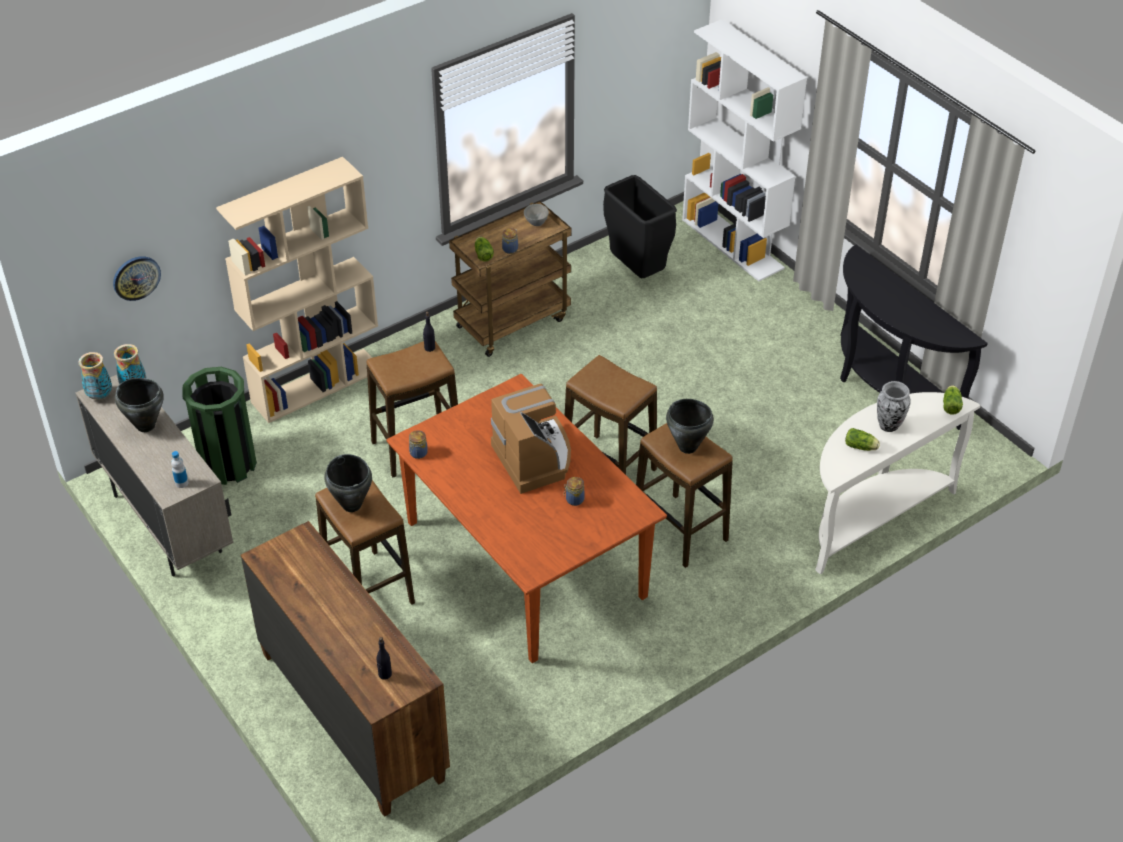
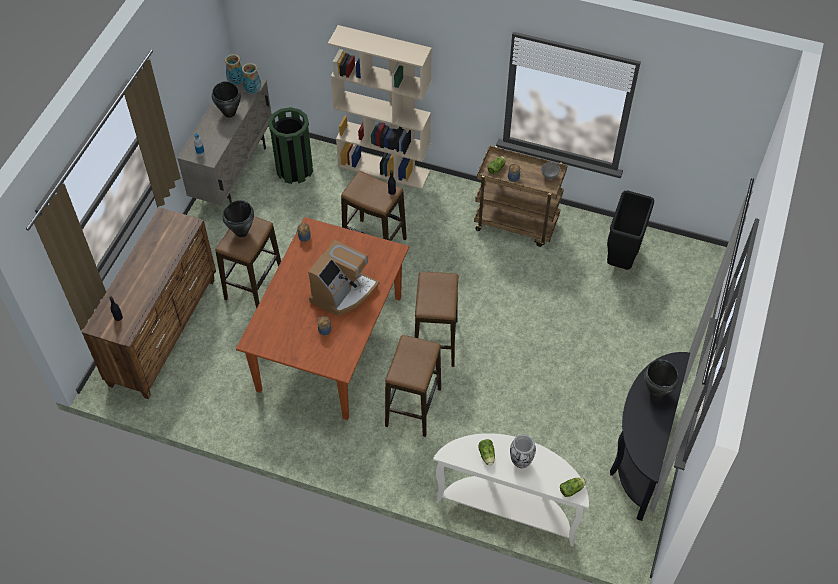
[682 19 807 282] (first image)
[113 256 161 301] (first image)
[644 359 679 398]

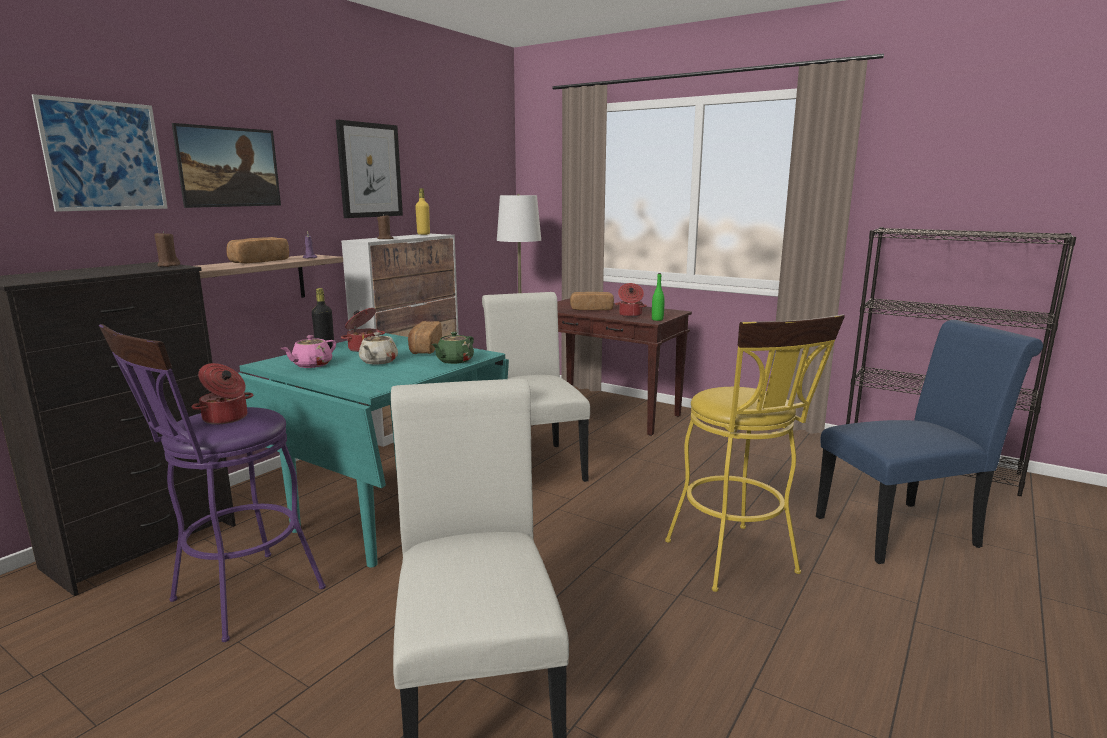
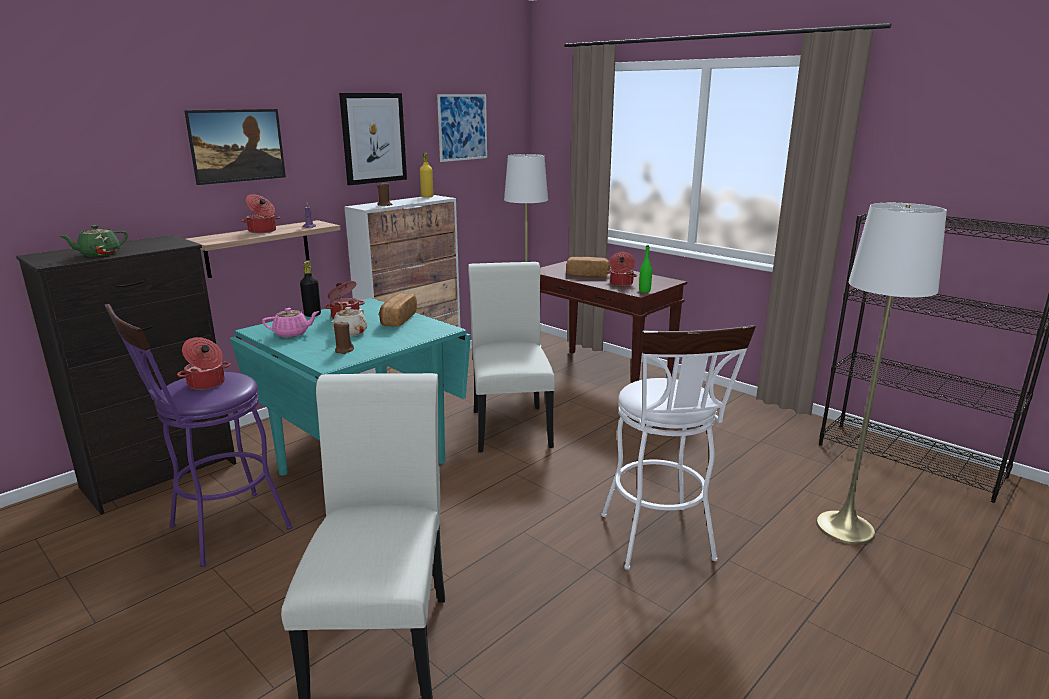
[437 94 487 162]
[334 321 354 354]
[241 194 280 233]
[601 325 756 570]
[816 203 947 545]
[60 225 128 257]
[262 308 320 337]

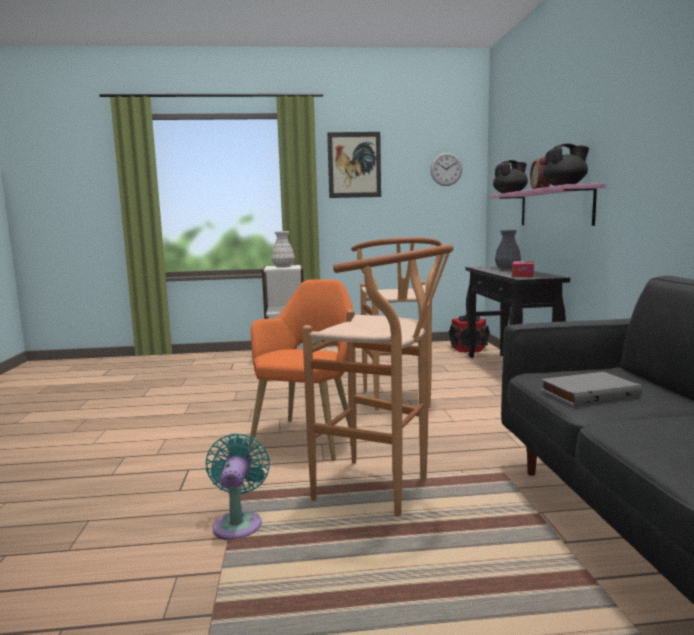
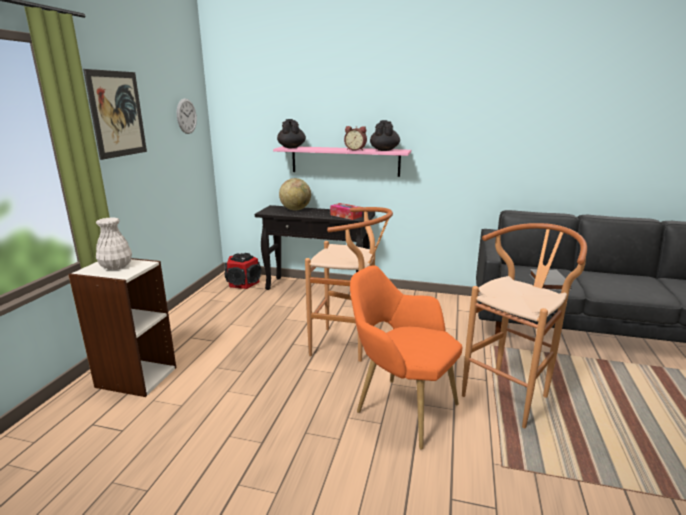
[279 178 311 211]
[206 433 270 540] (first image)

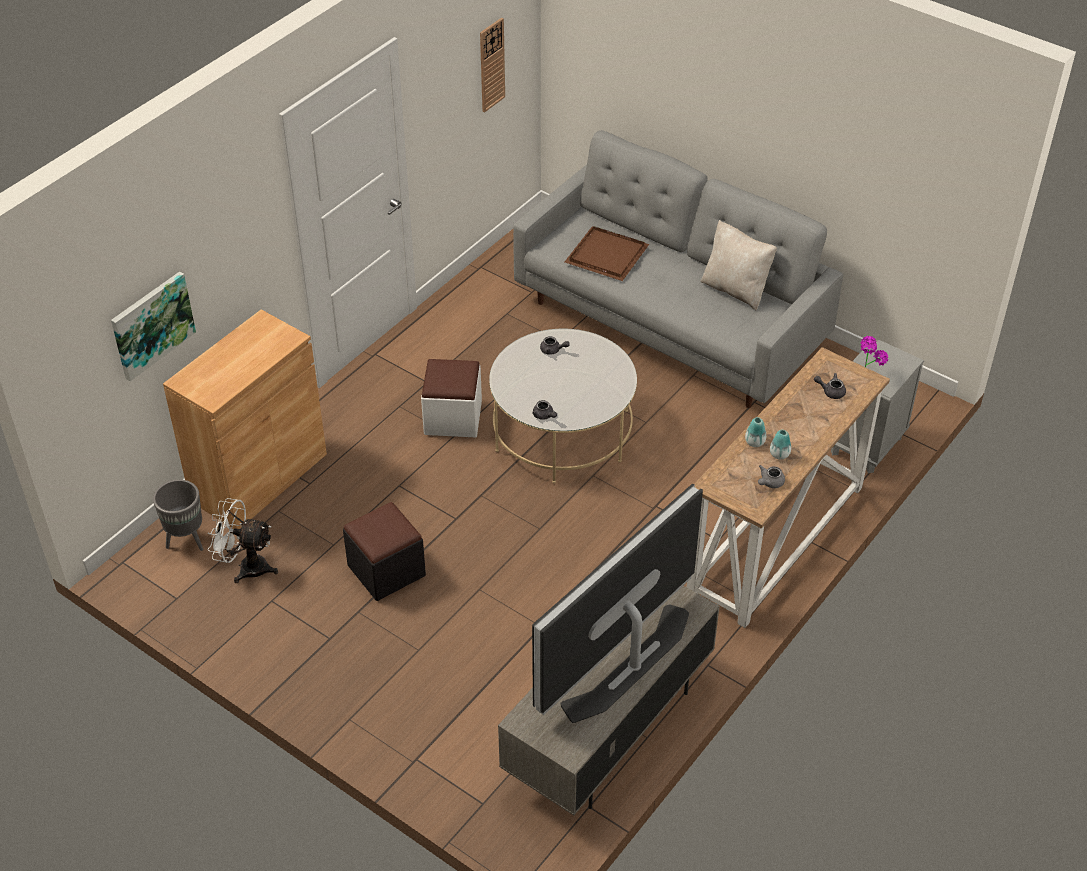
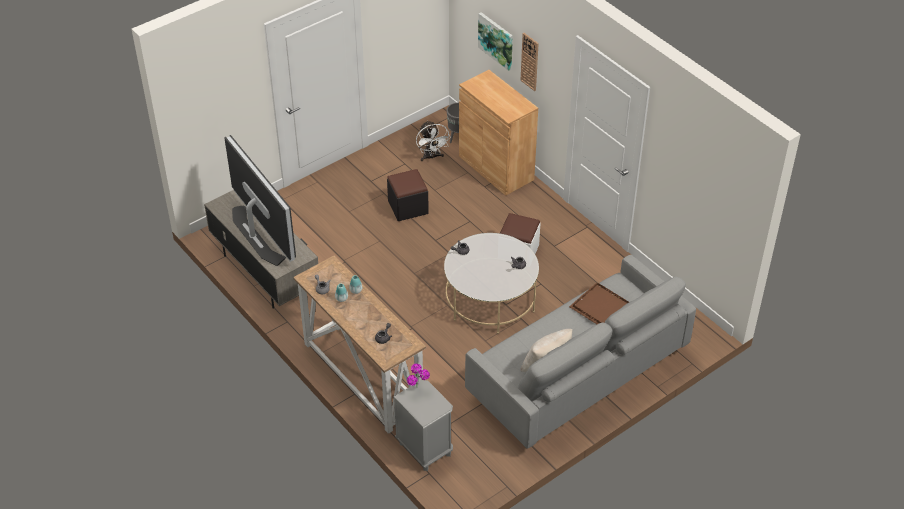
[520 33 539 91]
[416 120 451 161]

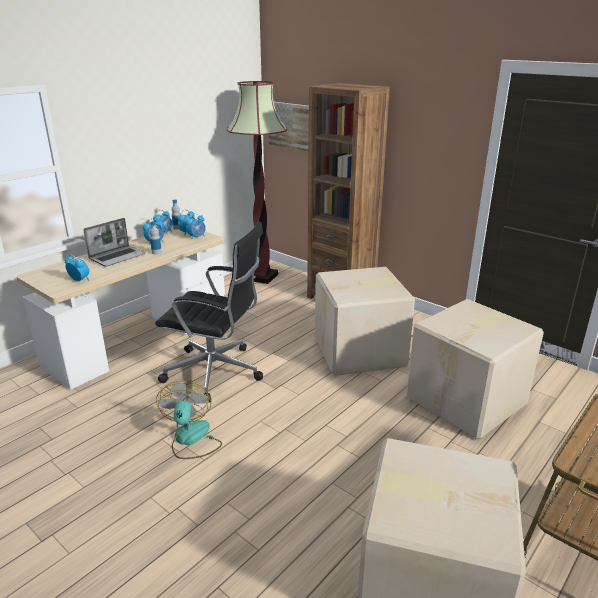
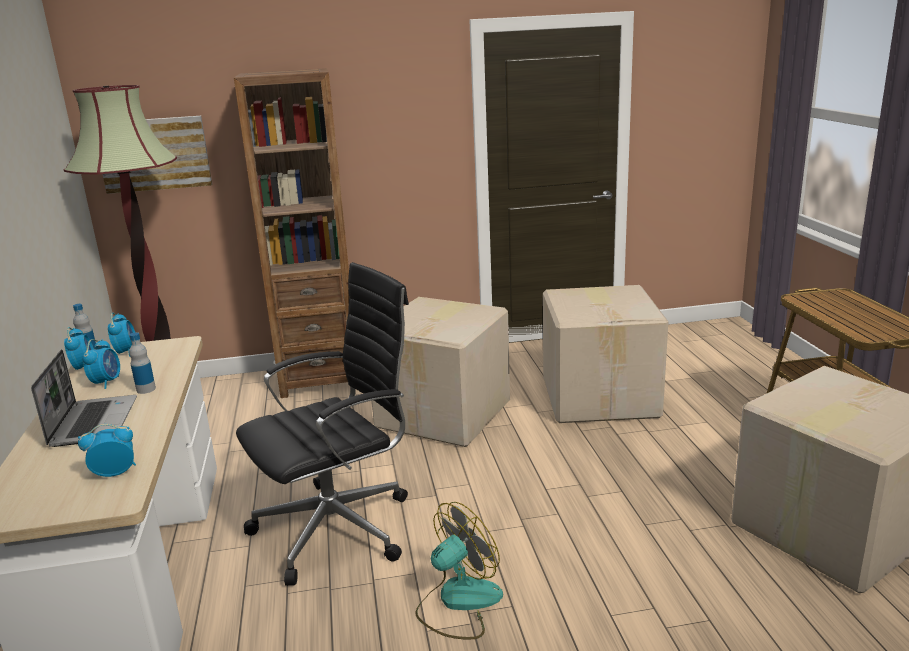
[185 213 206 240] (first image)
[415 502 503 640]

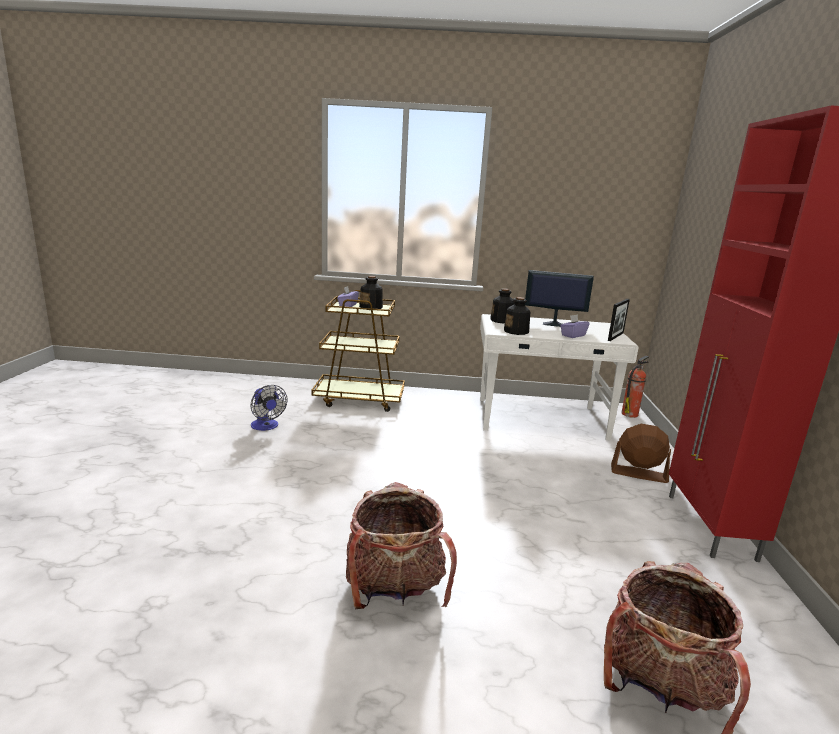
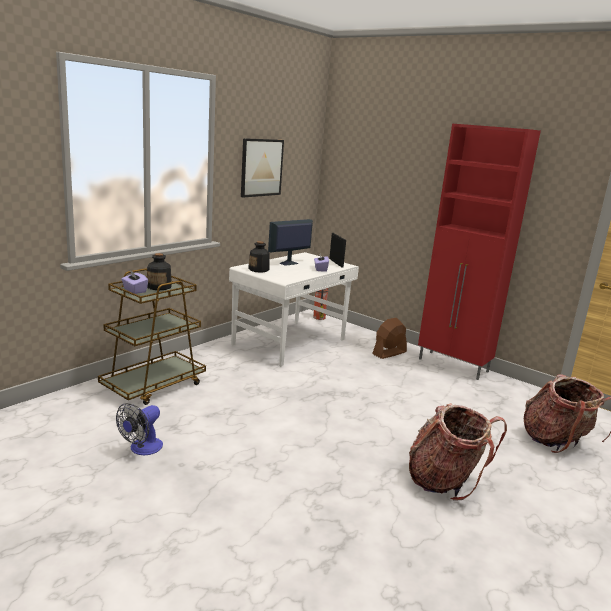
[504 297 530 335] (first image)
[116 403 163 455]
[241 138 284 197]

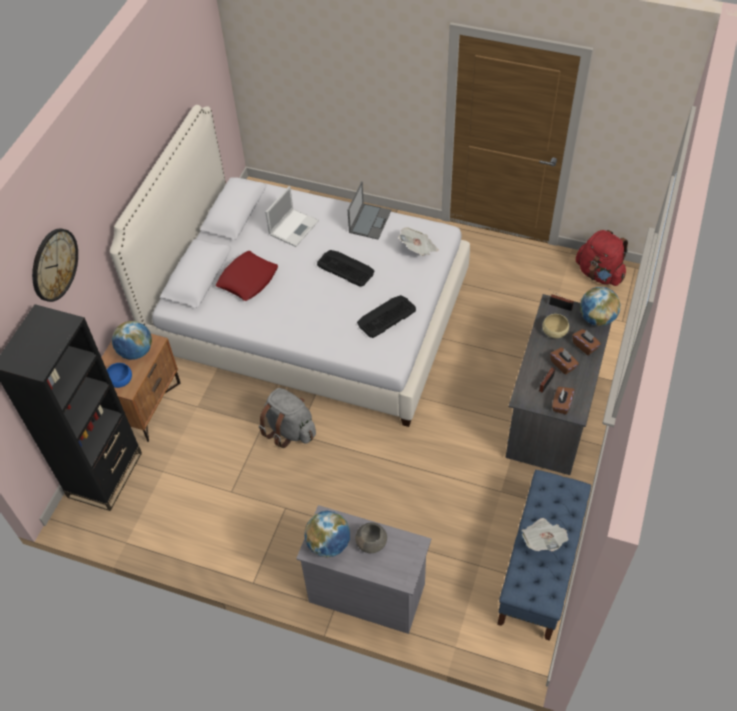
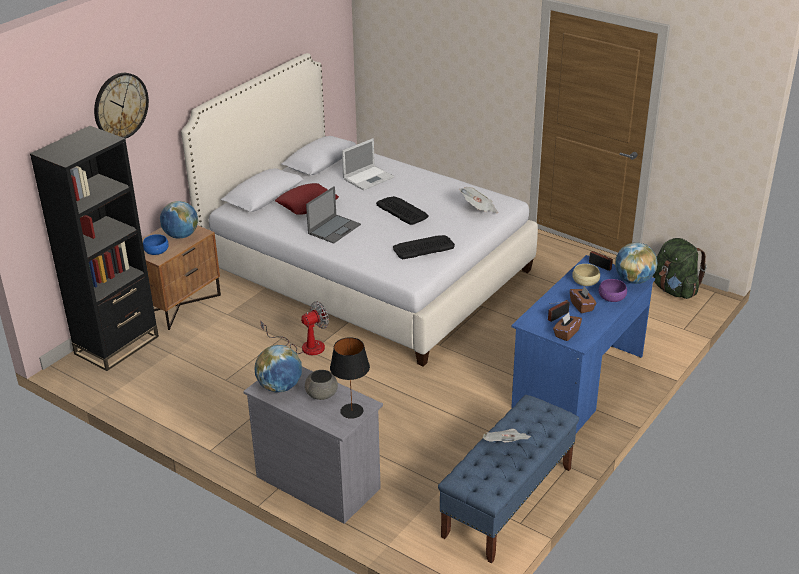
[306 186 361 244]
[653 238 707 299]
[511 255 655 433]
[599 279 627 302]
[260 301 329 355]
[330 337 370 419]

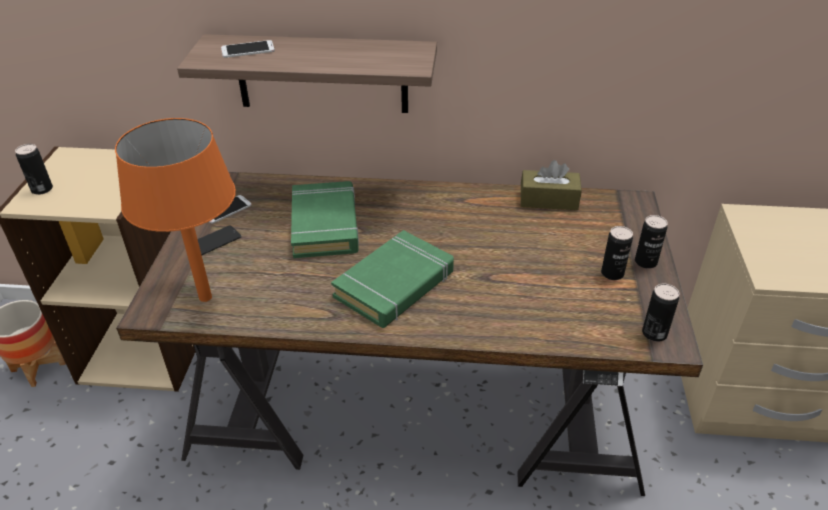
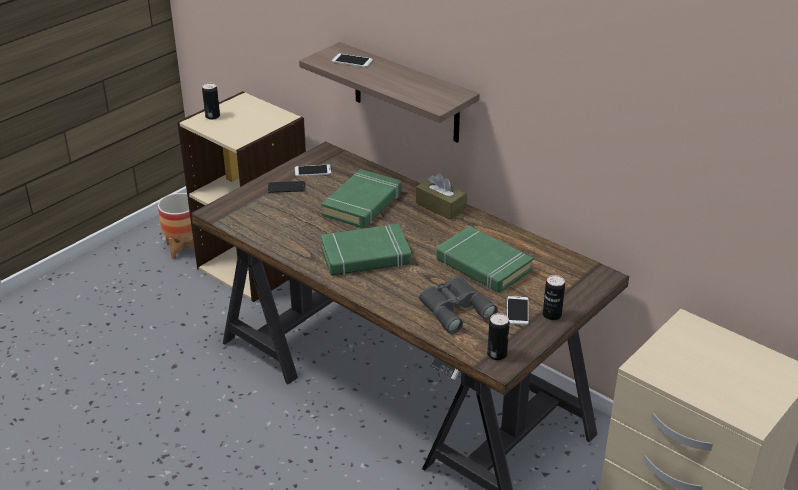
[115 118 236 302] (first image)
[416 173 467 220]
[507 296 529 325]
[436 226 533 293]
[419 277 498 334]

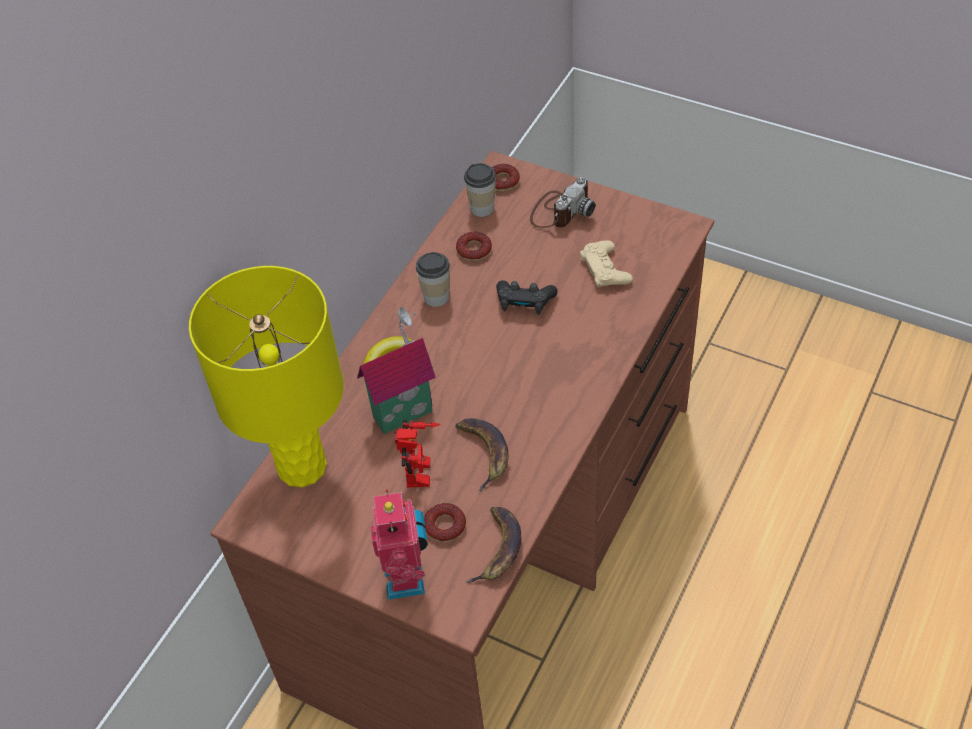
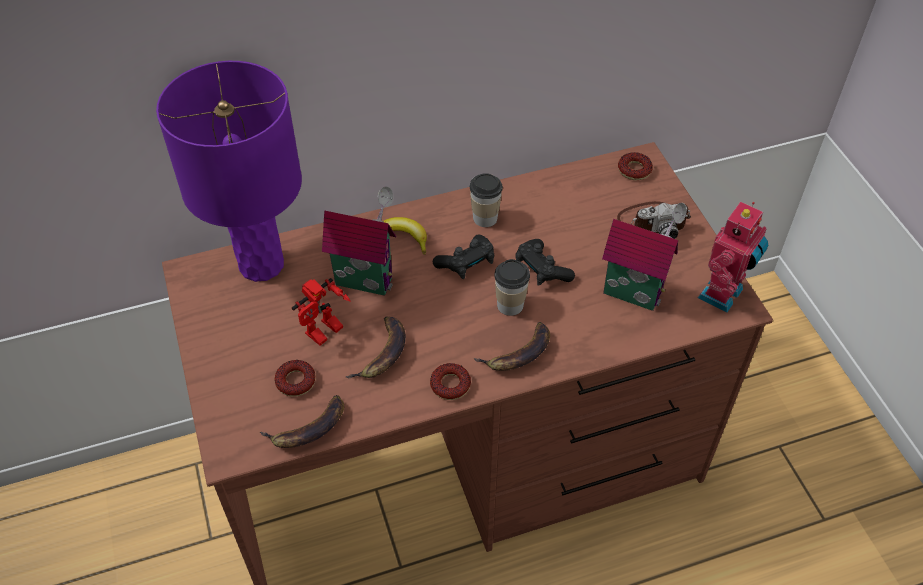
[494 259 530 316]
[430 363 471 400]
[602 203 688 311]
[156 61 302 282]
[698 201 768 313]
[433 234 494 279]
[474 322 550 371]

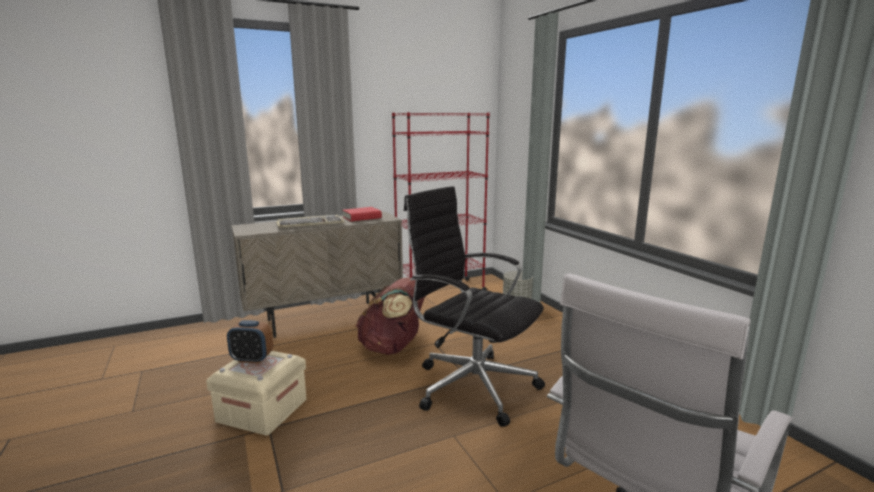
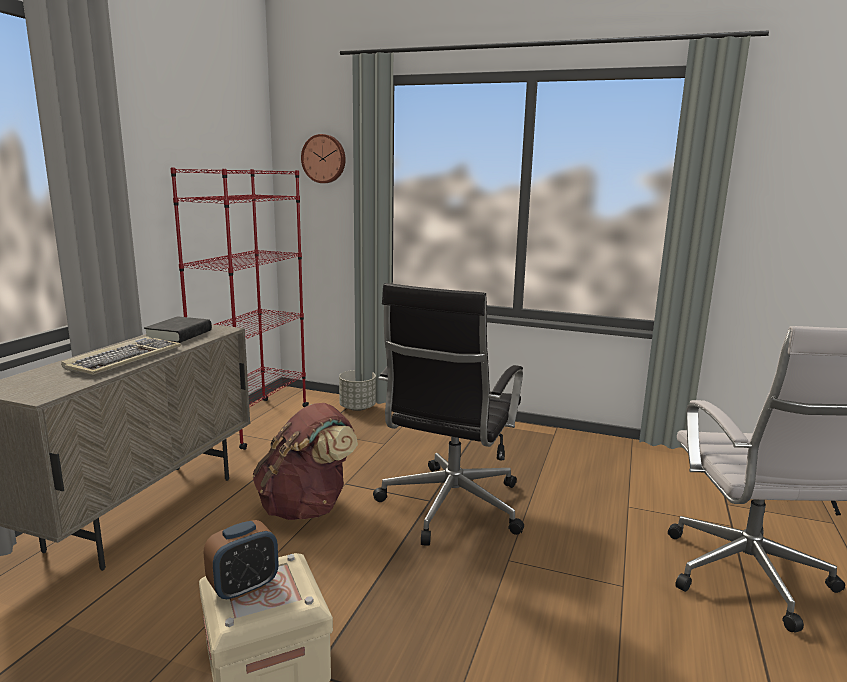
[373 283 524 546]
[144 316 212 343]
[301 134 346 183]

